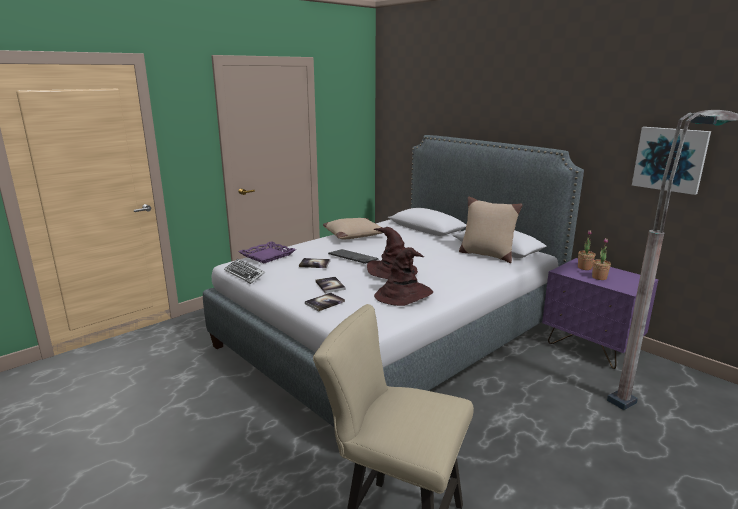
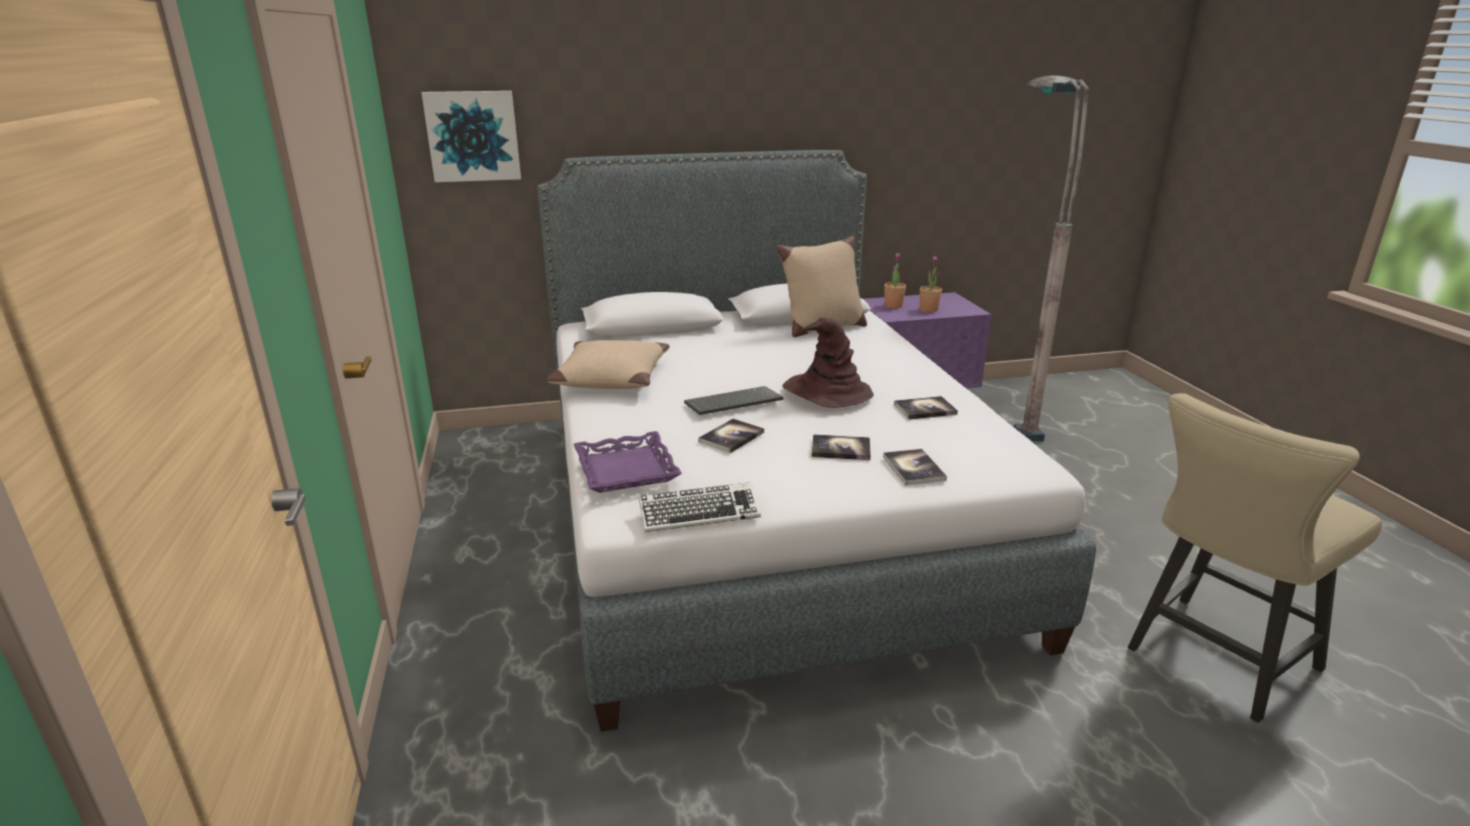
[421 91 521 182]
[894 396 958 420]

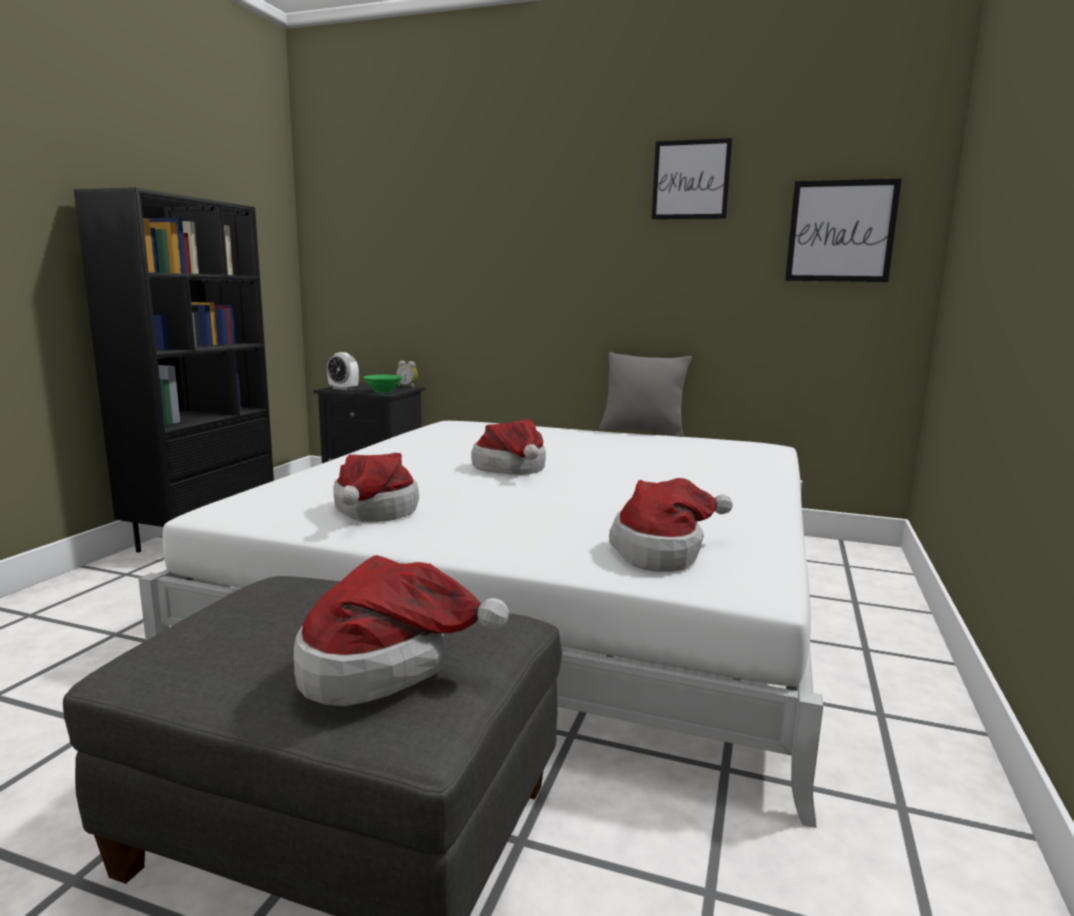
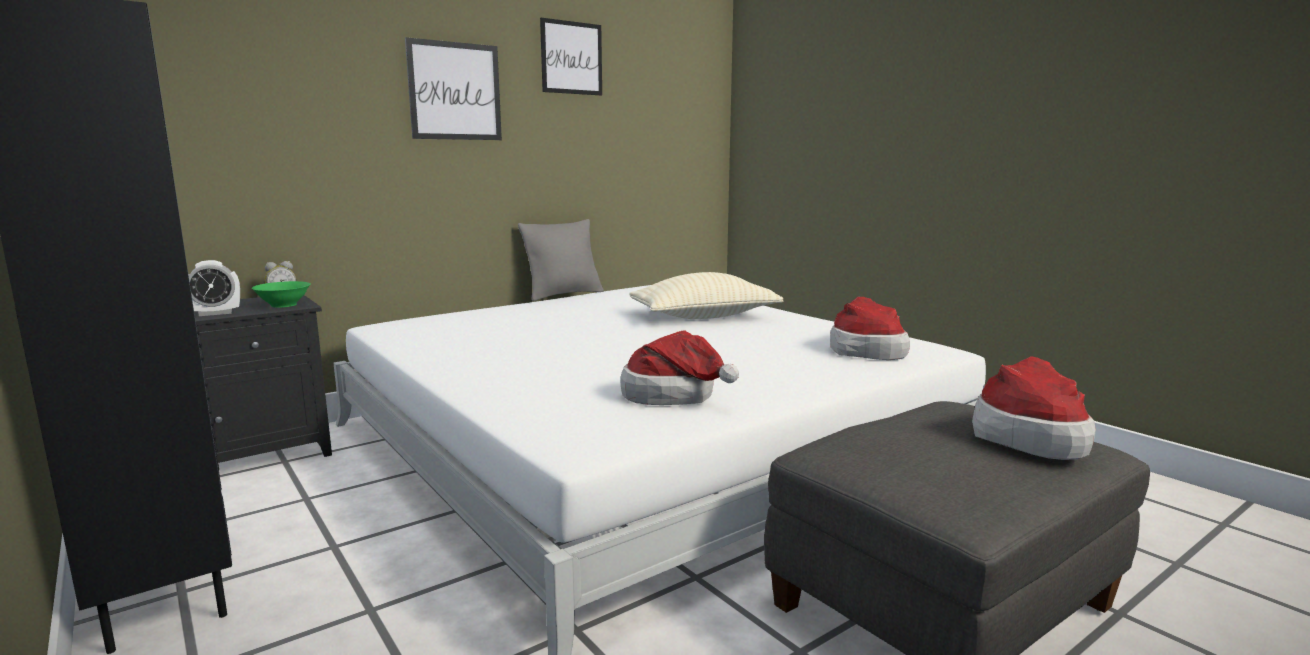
[405 37 502 140]
[471 419 546 475] (first image)
[629 272 784 319]

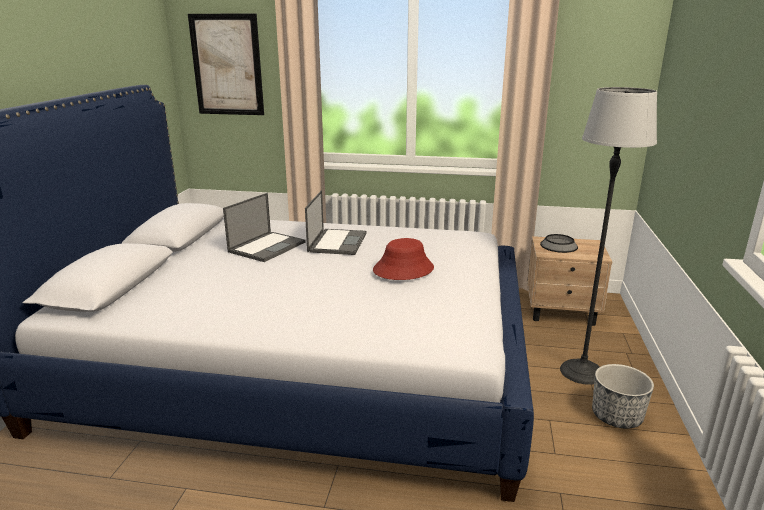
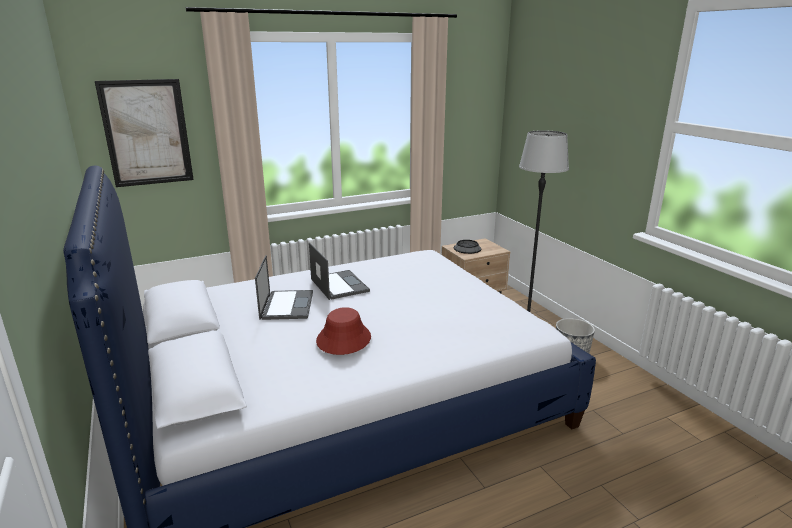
[316 307 371 355]

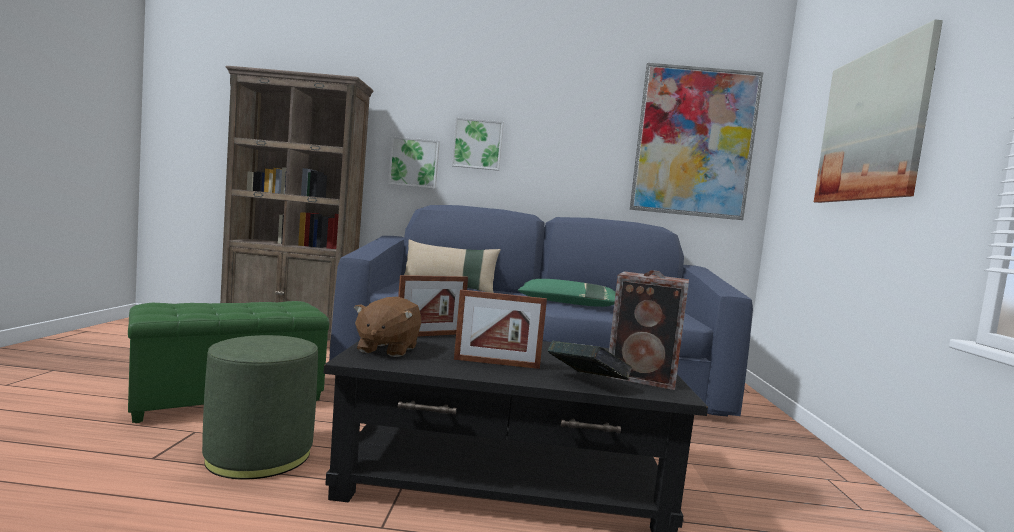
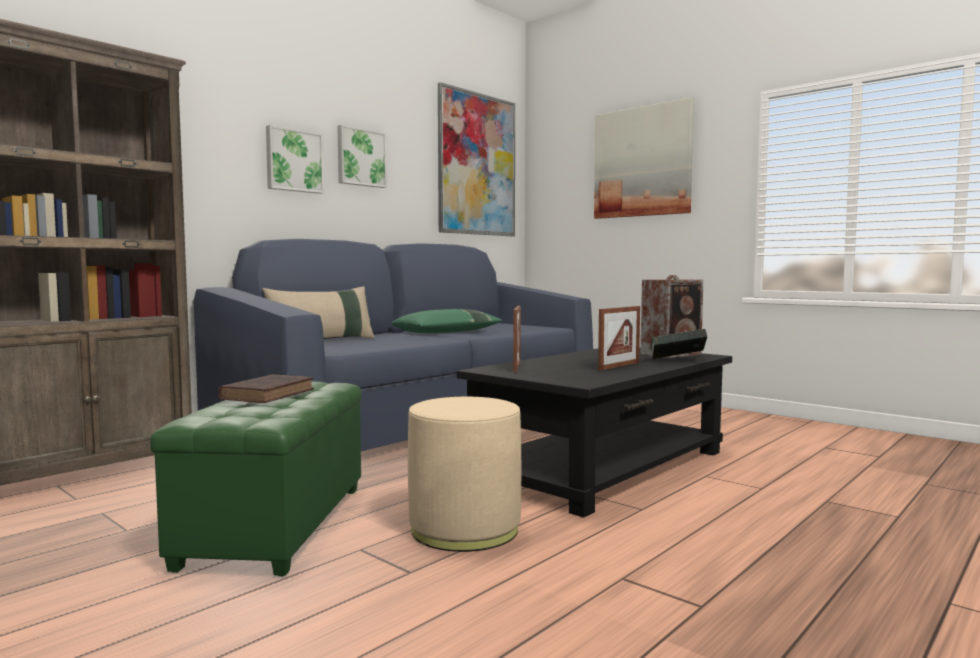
[337 125 387 188]
[354 297 421 357] (first image)
[408 397 521 552]
[218 374 314 403]

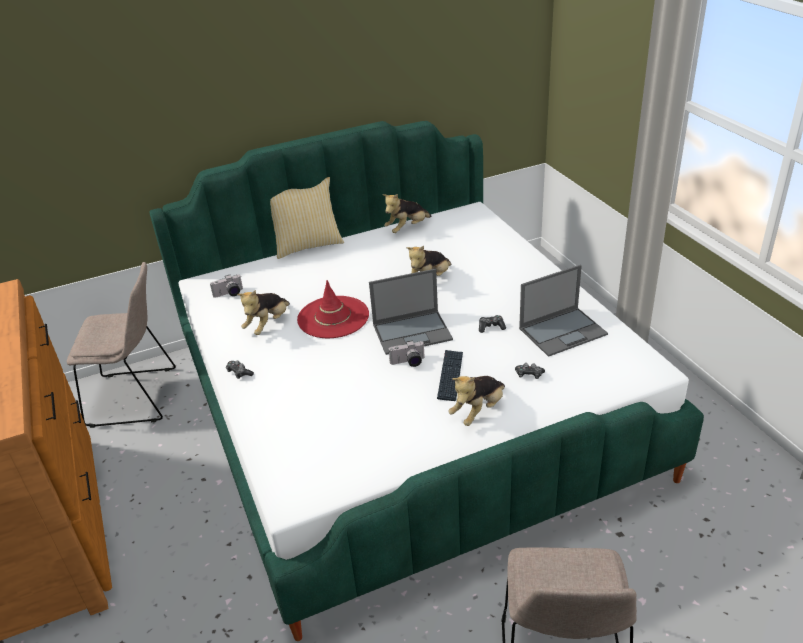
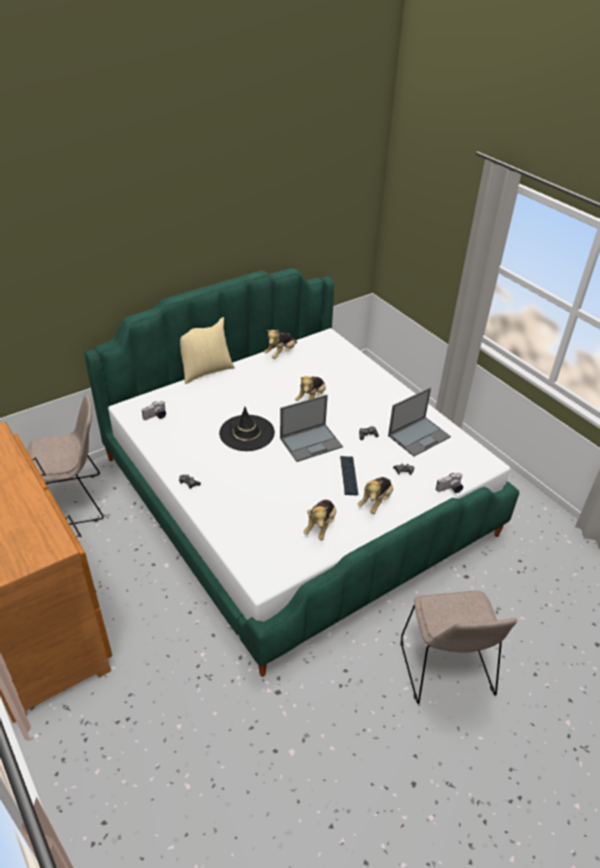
[219 407 275 451]
[304 500 336 540]
[436 473 463 493]

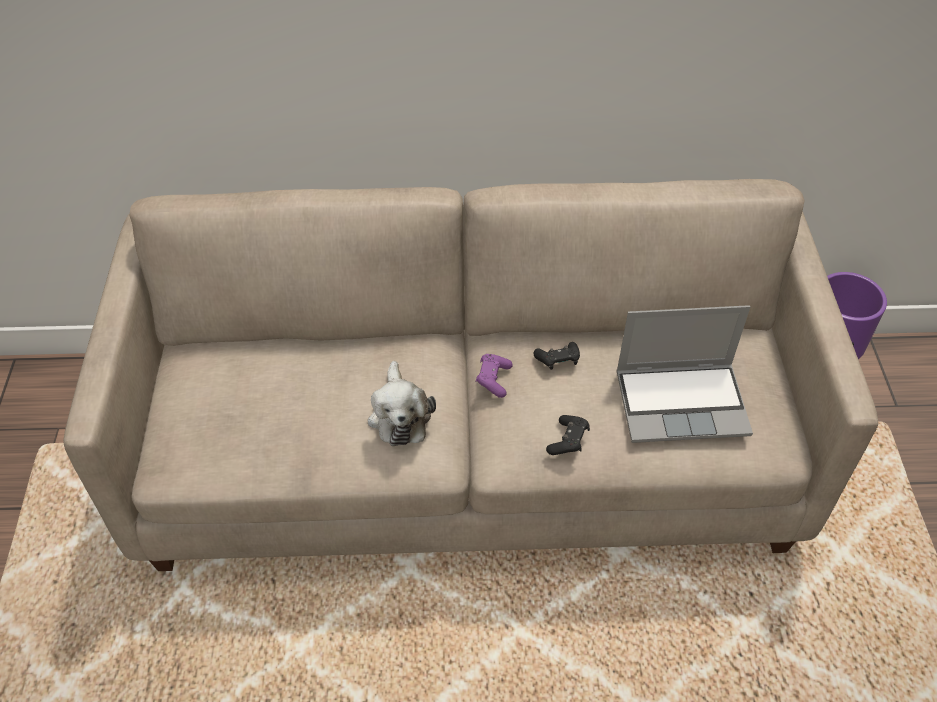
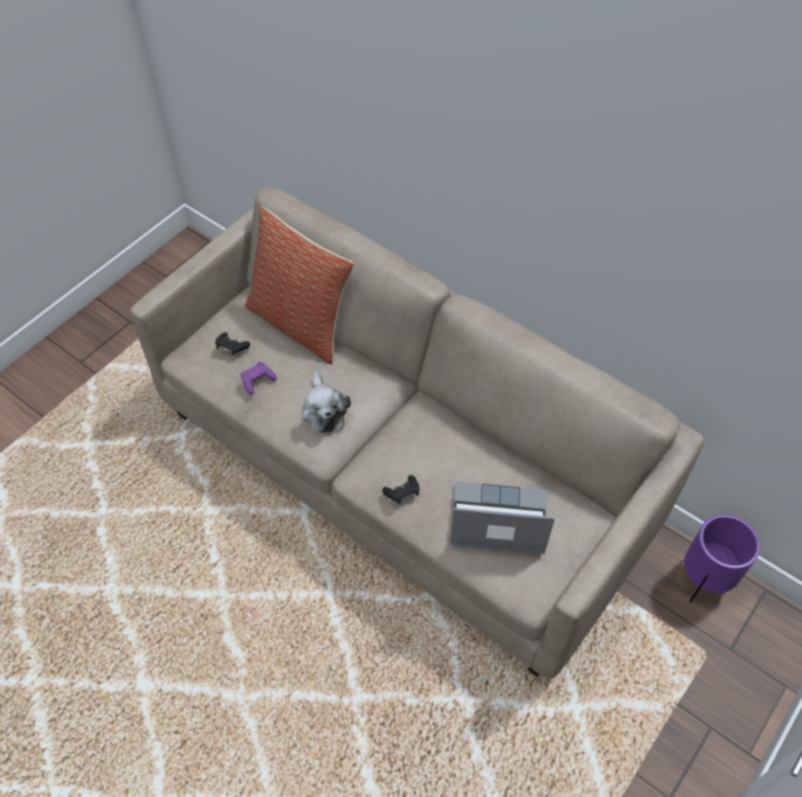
[450 481 555 554]
[215 332 250 355]
[241 362 276 395]
[302 371 351 433]
[245 206 354 364]

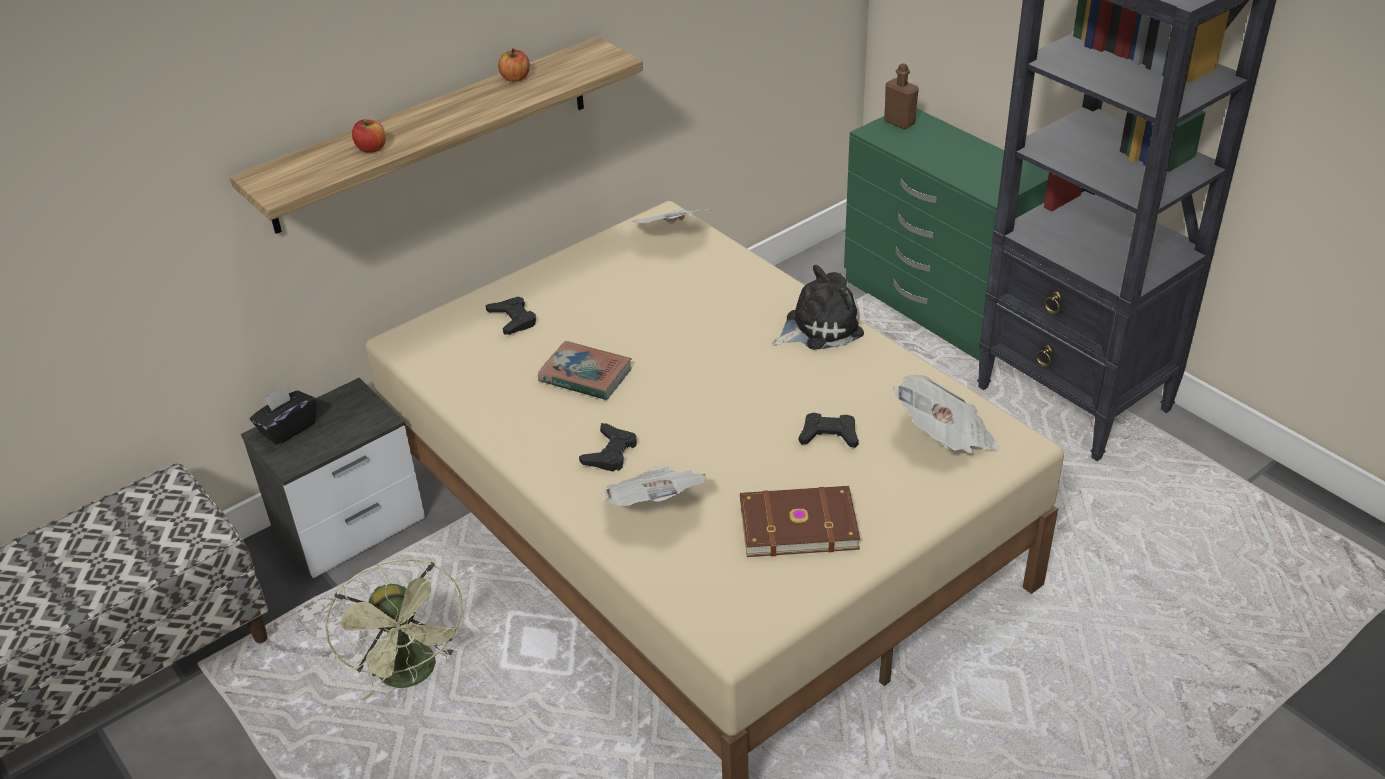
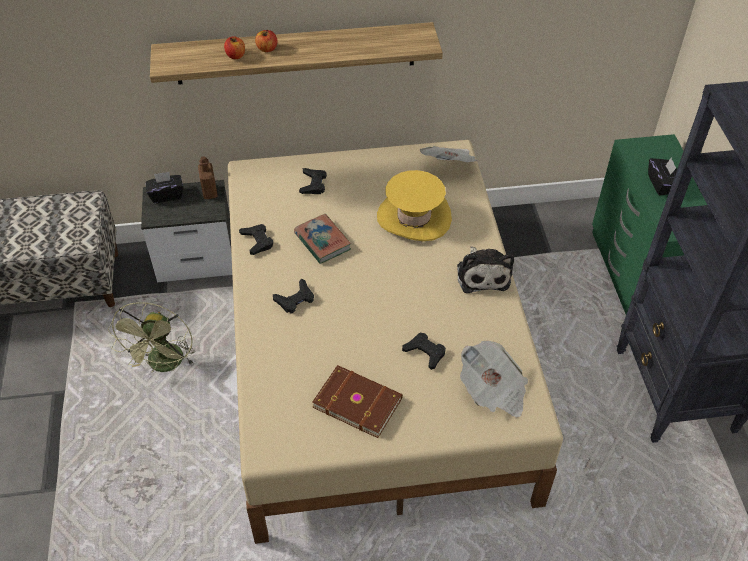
[255 30 277 52]
[198 156 218 199]
[457 246 514 293]
[604 465 706 506] (first image)
[648 157 677 195]
[377 170 452 241]
[239 224 273 255]

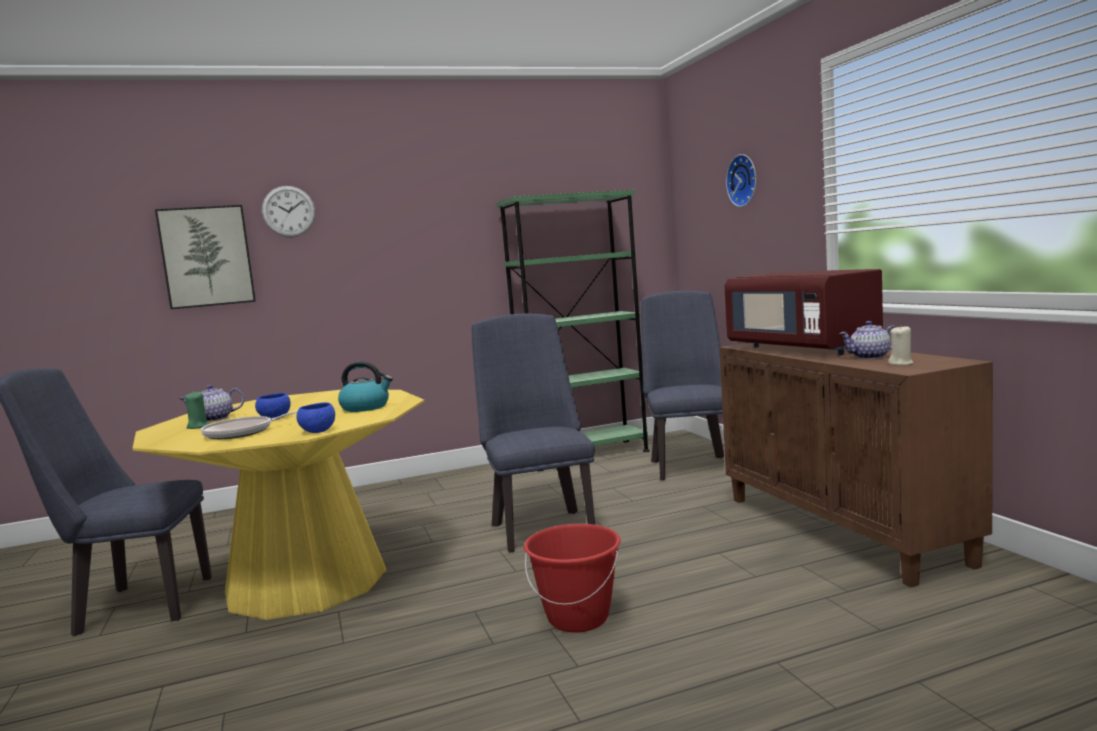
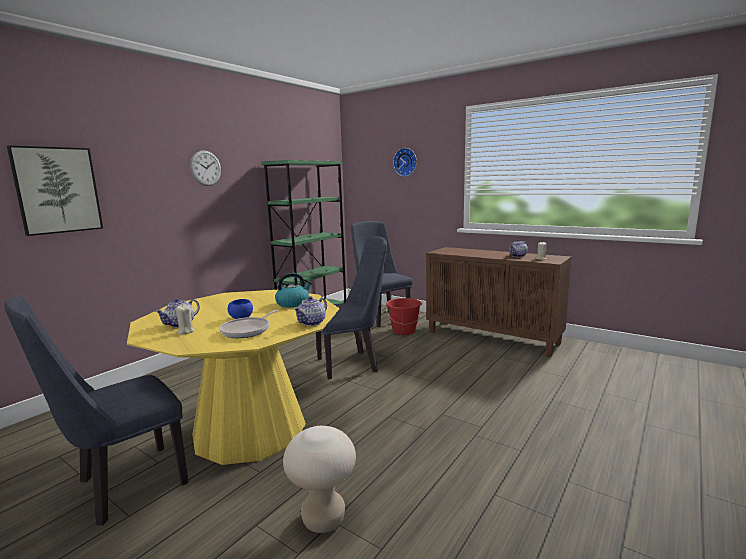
[190 150 221 186]
[724 269 883 355] (first image)
[316 236 387 379]
[176 304 194 334]
[294 296 327 326]
[386 298 423 335]
[283 426 356 533]

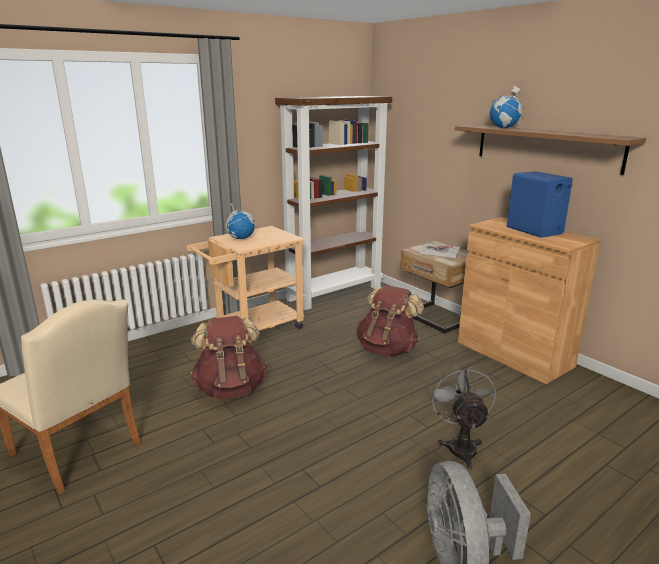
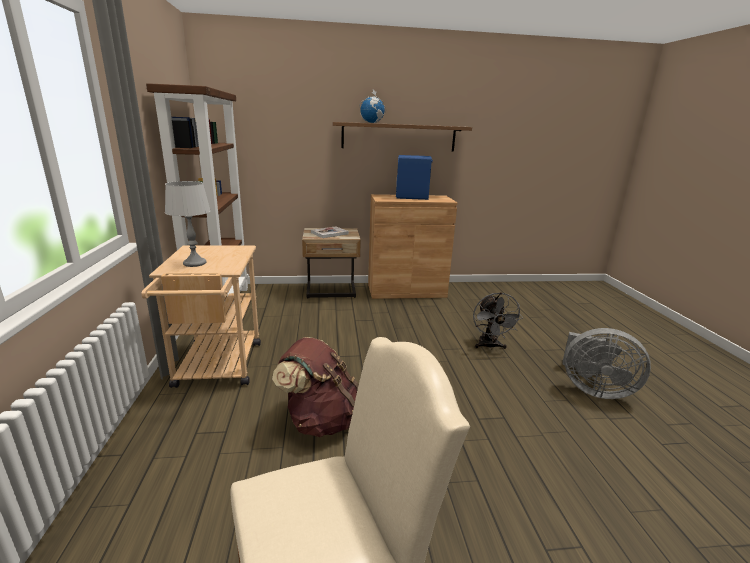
[165 181 211 267]
[356 285 424 356] (first image)
[473 292 523 350]

